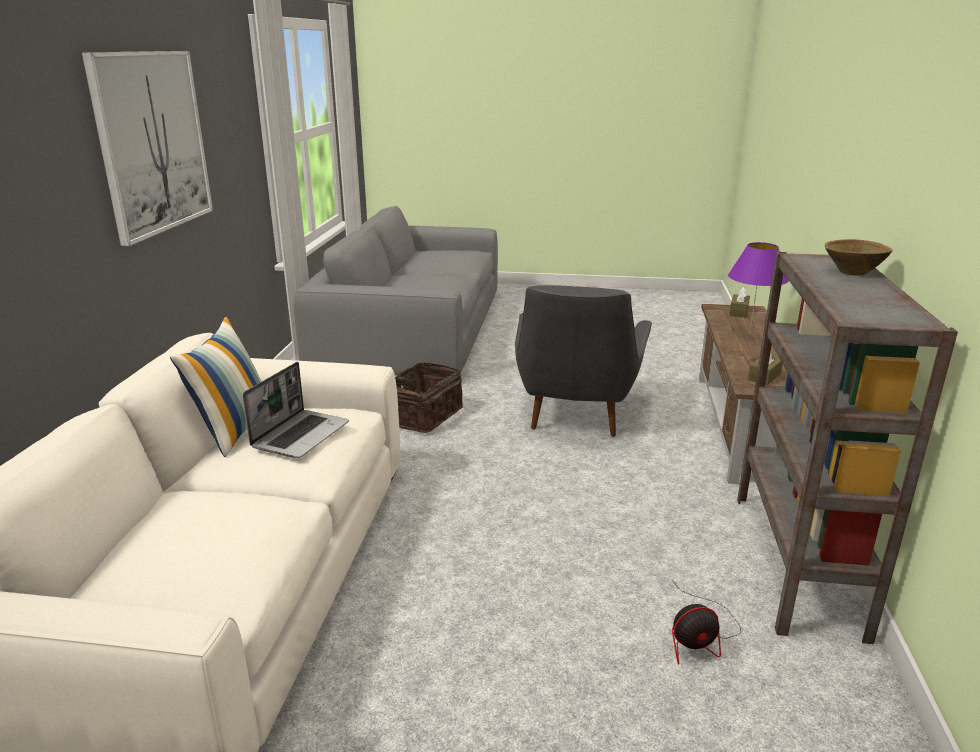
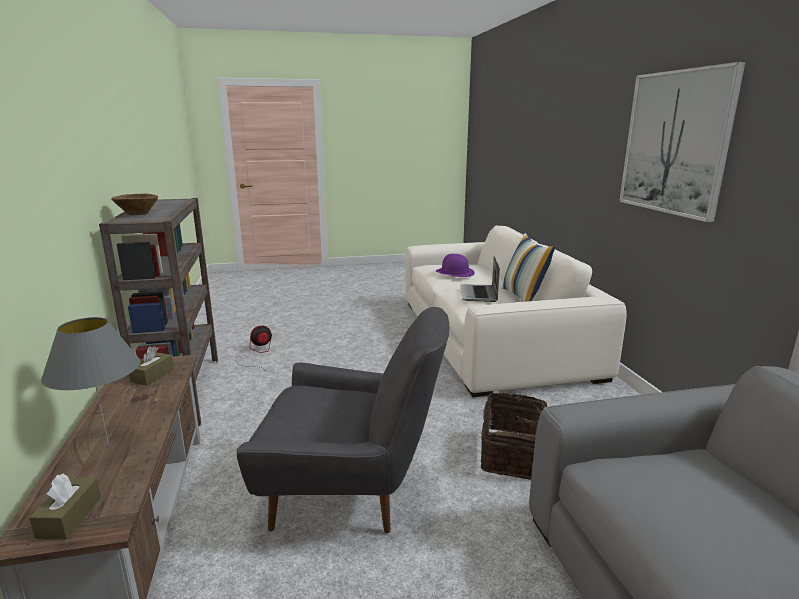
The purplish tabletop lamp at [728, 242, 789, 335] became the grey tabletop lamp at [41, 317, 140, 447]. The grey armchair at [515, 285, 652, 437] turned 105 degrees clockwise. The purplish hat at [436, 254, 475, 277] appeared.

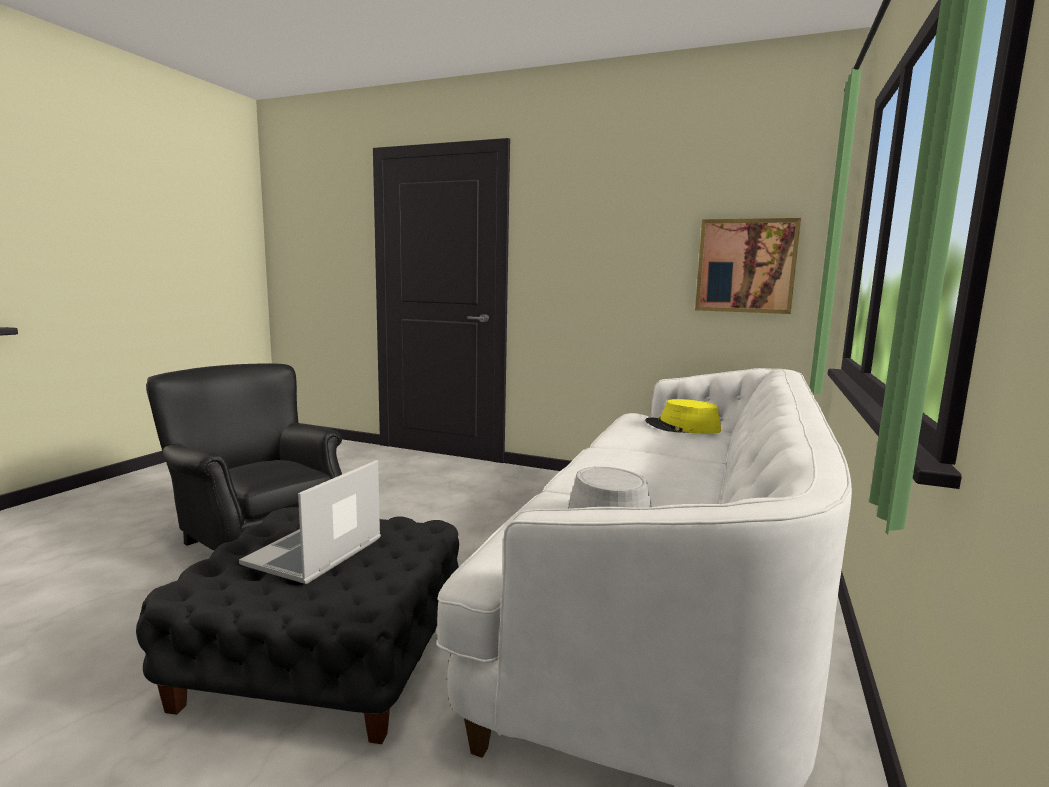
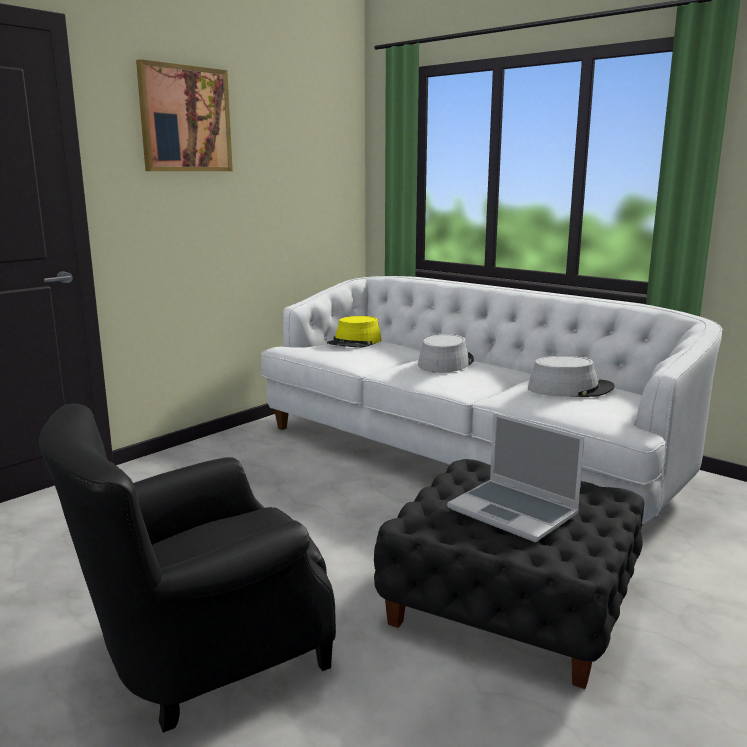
The wall picture moved from [695, 218, 801, 314] to [136, 59, 233, 171]. The grey hat at [418, 334, 474, 373] appeared.

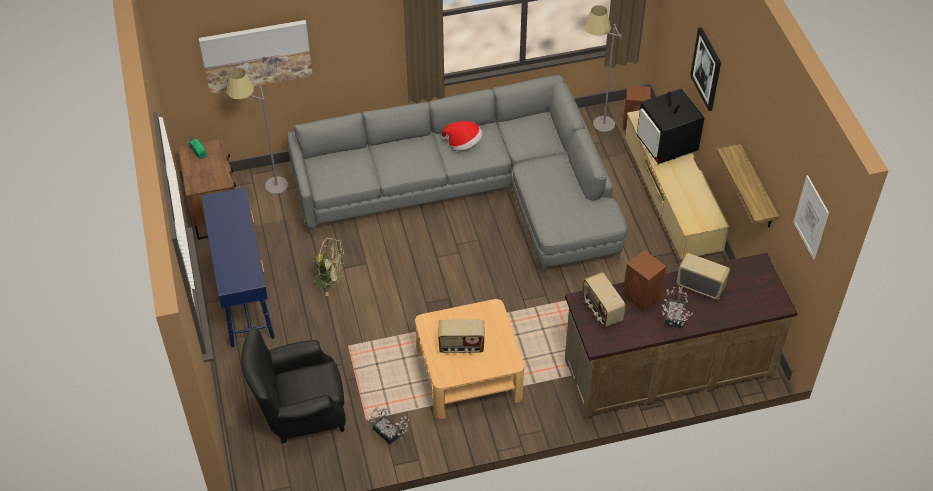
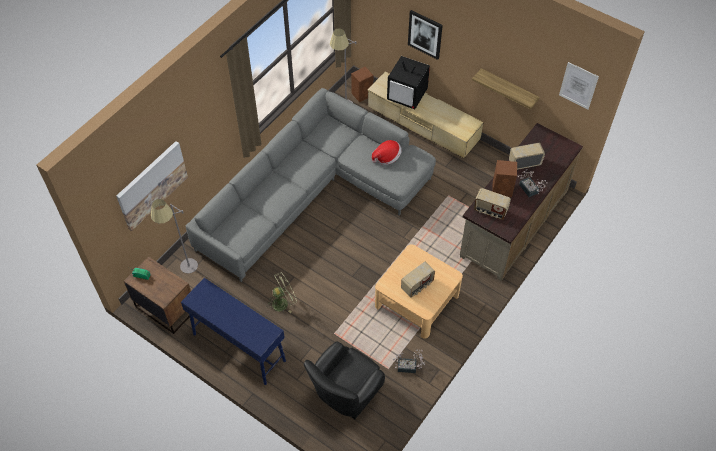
The hat moved from [442, 121, 483, 151] to [372, 140, 402, 165].

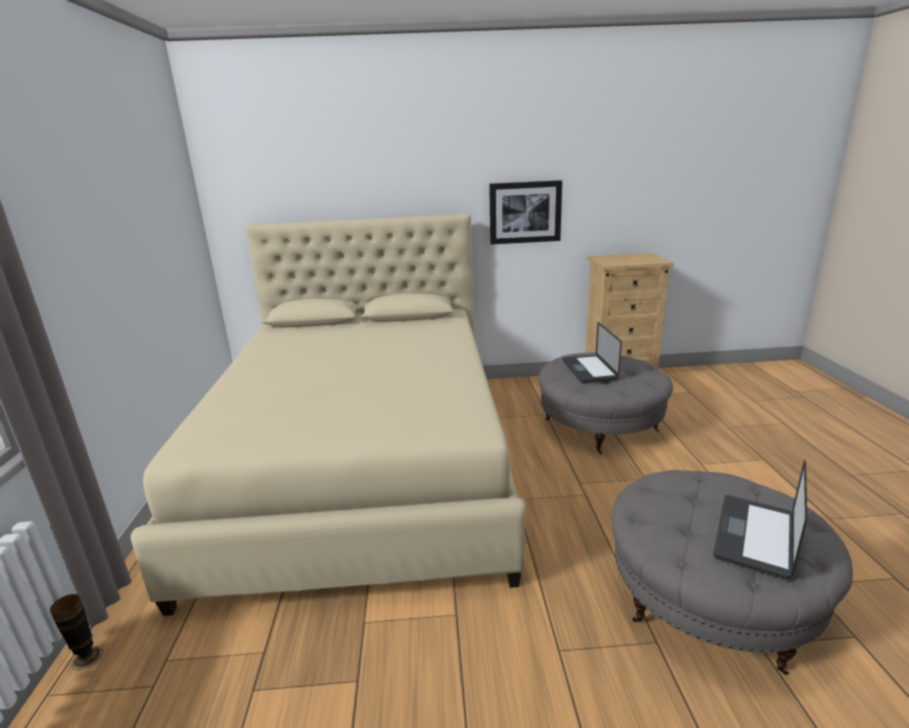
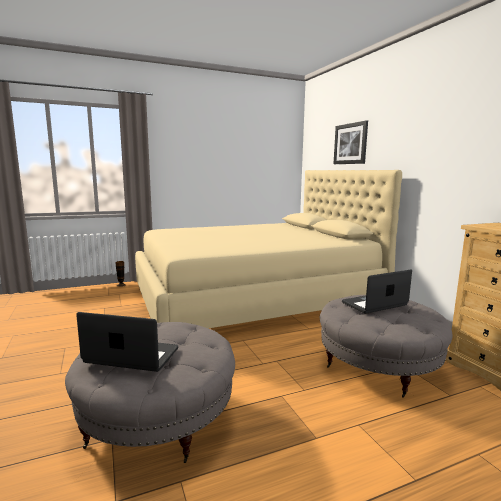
The wall picture moved from [489, 180, 562, 244] to [333, 120, 368, 164].

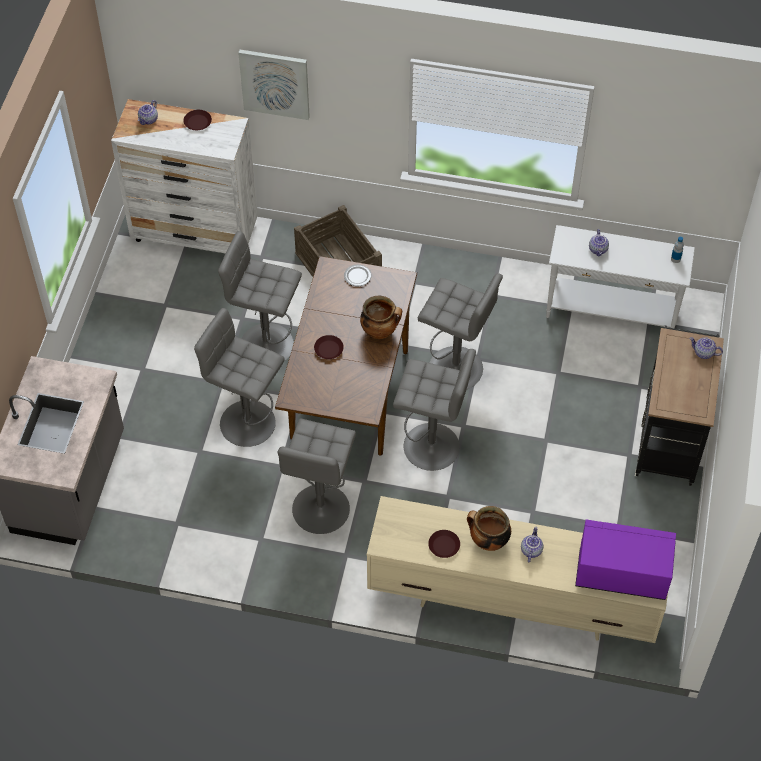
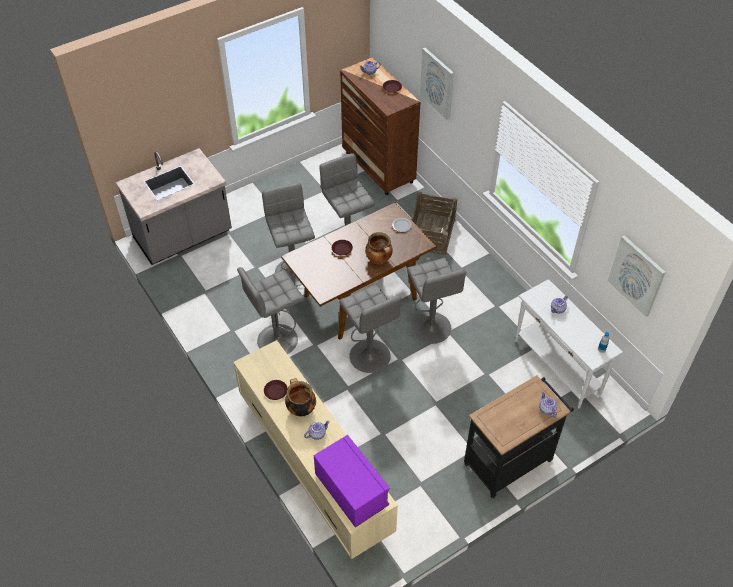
The white-coloured chest of drawers at [111, 99, 258, 253] became the brown-coloured chest of drawers at [340, 57, 420, 195]. The wall picture at [608, 235, 665, 317] appeared.

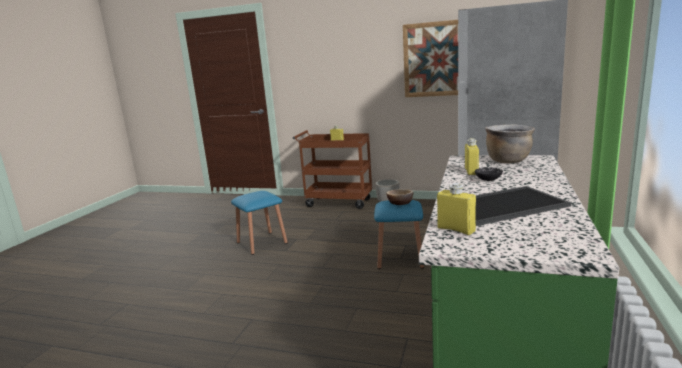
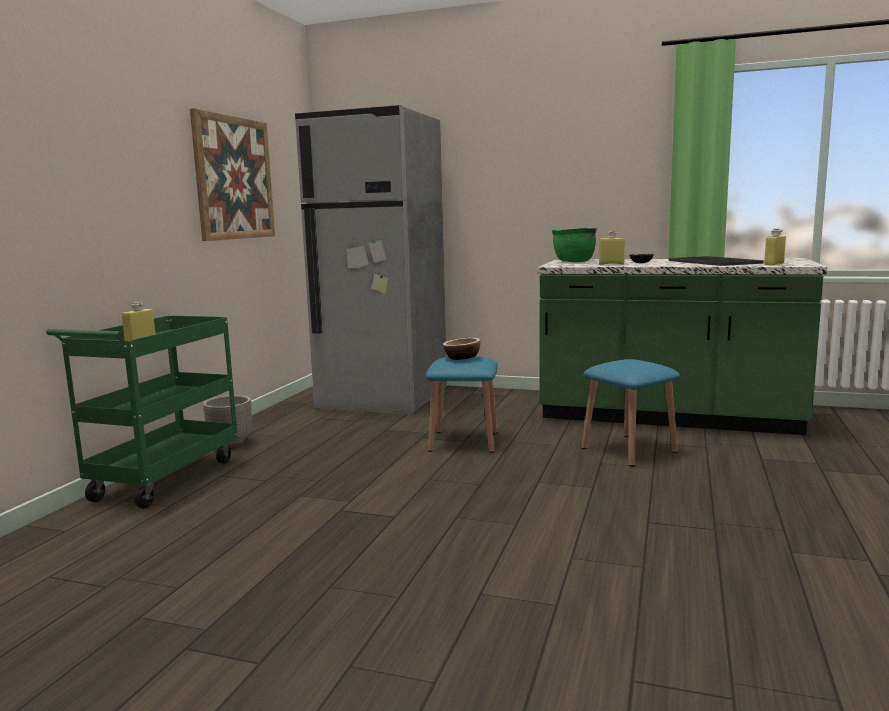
The brown-coloured trolley at [293, 130, 372, 209] became the green-coloured trolley at [46, 316, 238, 508]. The brown-coloured cooking pot at [485, 124, 535, 163] became the green-coloured cooking pot at [552, 228, 597, 262]. The blue-coloured stool seat moved from [231, 191, 288, 255] to [581, 359, 680, 467].

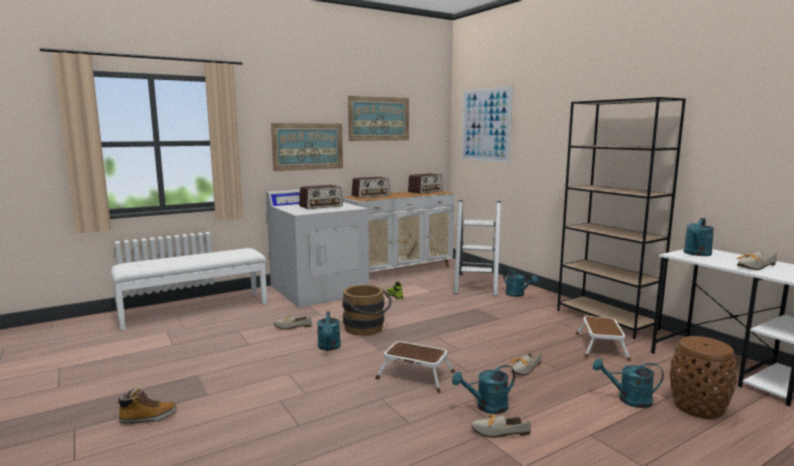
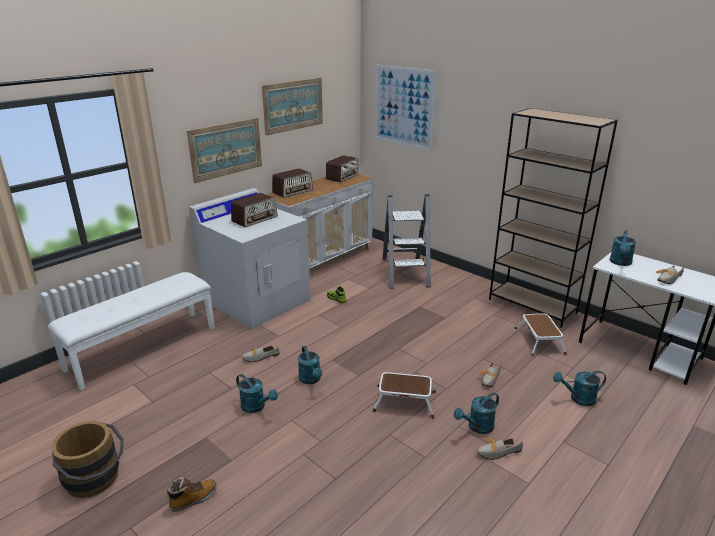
The brown-coloured water bucket moved from [342, 285, 391, 336] to [51, 421, 124, 498]. The blue-green watering pot moved from [503, 269, 538, 297] to [236, 374, 278, 413]. The brown-coloured stool seat at [670, 336, 737, 419] disappeared.

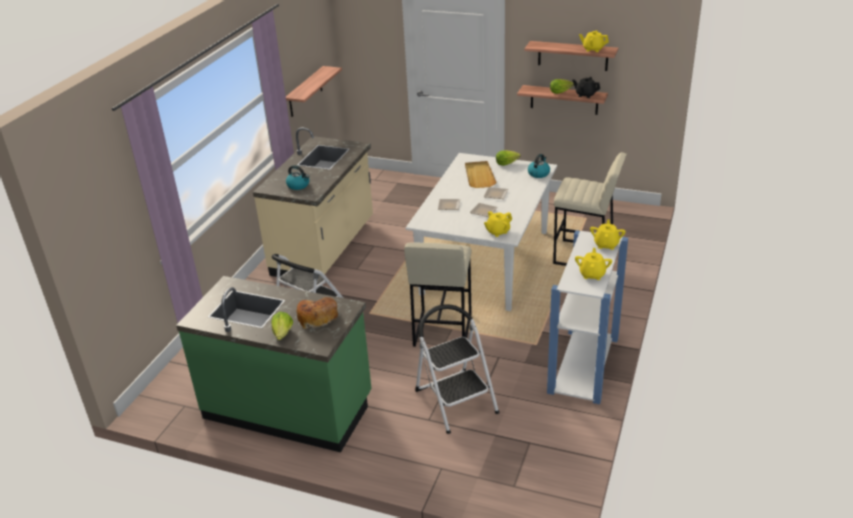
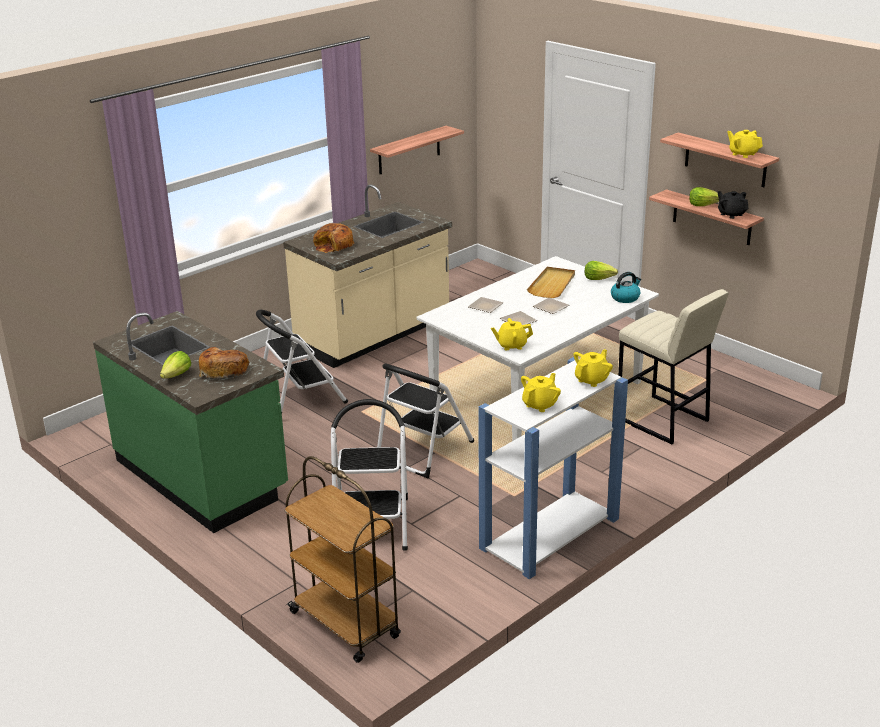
The brown-coloured trolley at [285, 456, 401, 663] appeared. The kettle at [286, 165, 309, 190] was replaced by the bakery bread at [313, 223, 354, 253]. The sand-coloured stool seat at [404, 243, 472, 347] was replaced by the step ladder at [377, 363, 474, 478].

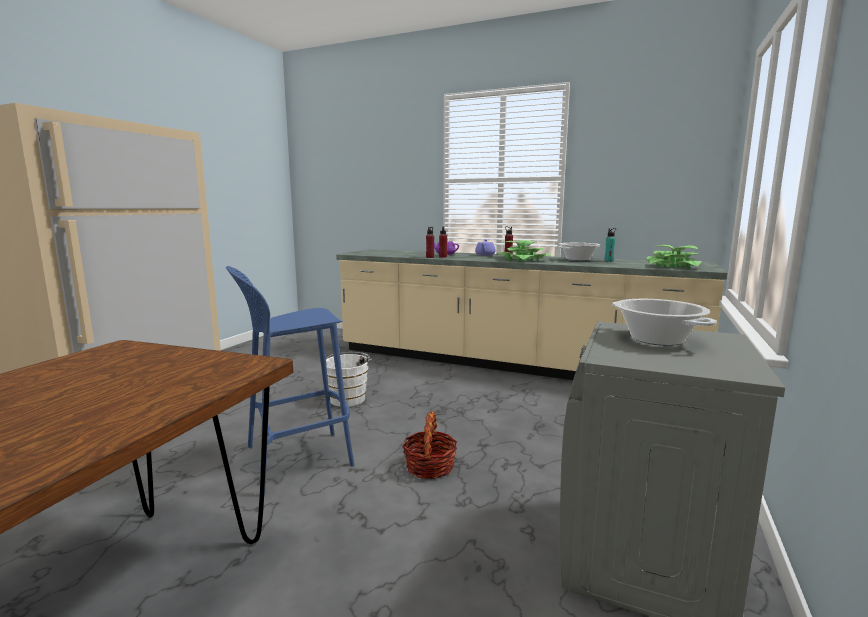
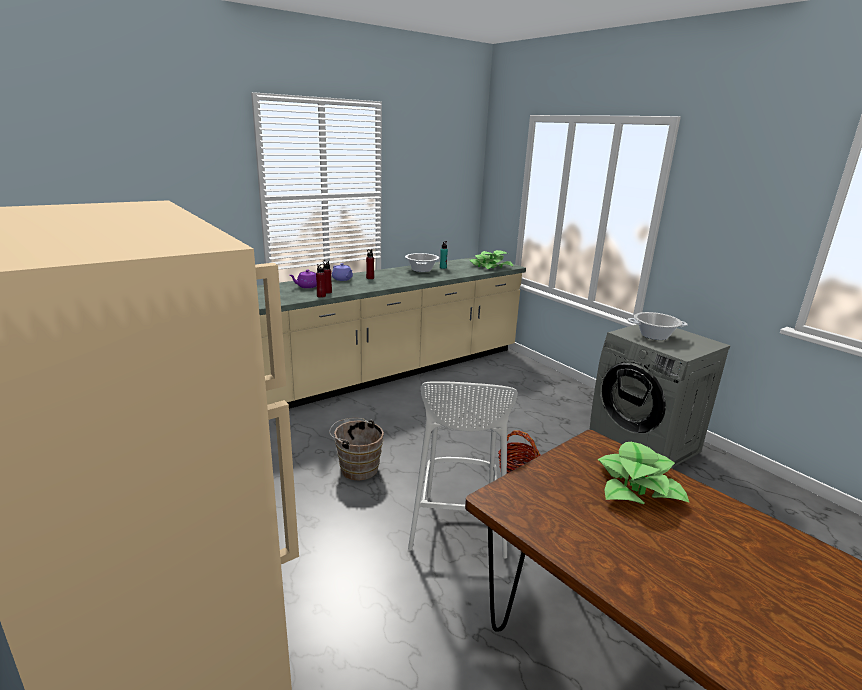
The white-coloured water bucket at [326, 352, 372, 407] became the brown-coloured water bucket at [329, 418, 384, 481]. The blue-coloured stool seat at [226, 266, 354, 495] became the white-coloured stool seat at [408, 381, 518, 559]. The houseplant moved from [495, 240, 551, 262] to [597, 442, 689, 504].

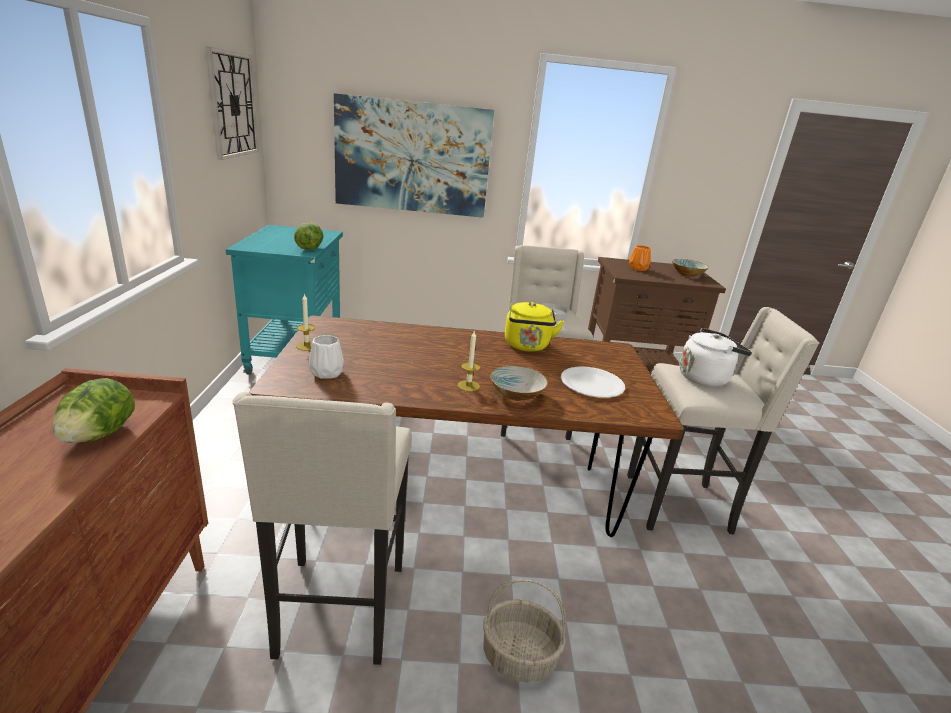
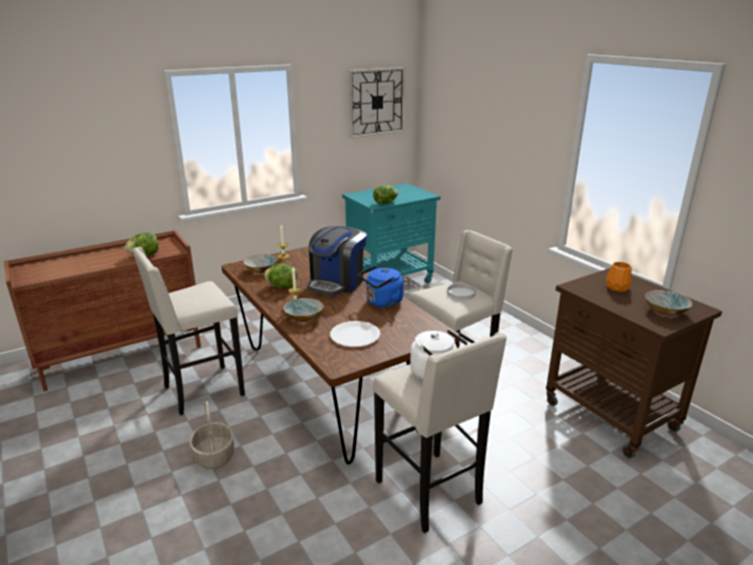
The white-coloured flower vase at [309, 335, 344, 379] was replaced by the deep dish at [243, 254, 277, 273]. The lettuce at [264, 264, 297, 288] appeared. The coffee brewer at [308, 226, 367, 296] appeared. The yellow-coloured kettle at [505, 302, 564, 351] became the blue-coloured kettle at [359, 266, 403, 308]. The wall picture at [334, 93, 494, 218] disappeared.

